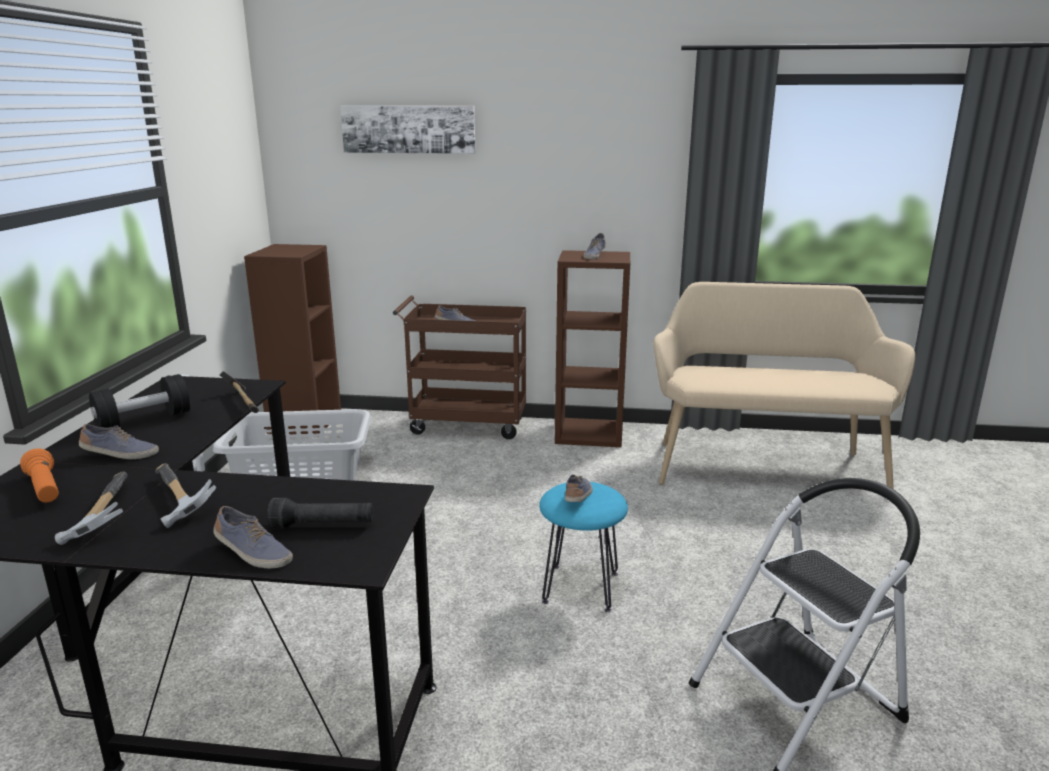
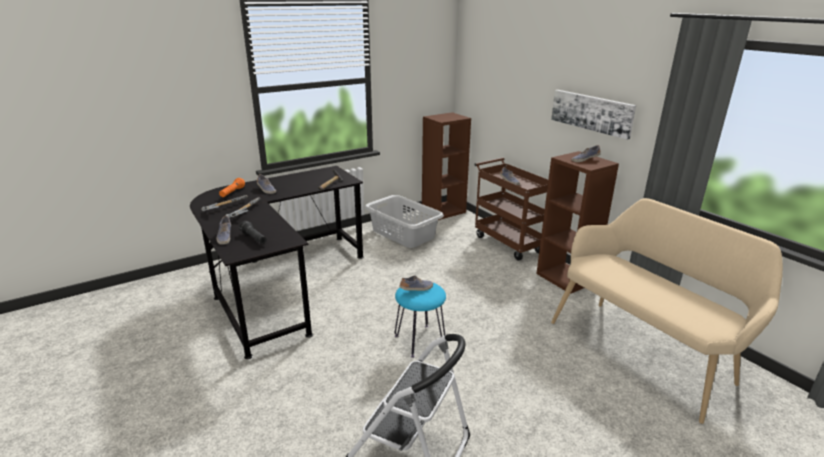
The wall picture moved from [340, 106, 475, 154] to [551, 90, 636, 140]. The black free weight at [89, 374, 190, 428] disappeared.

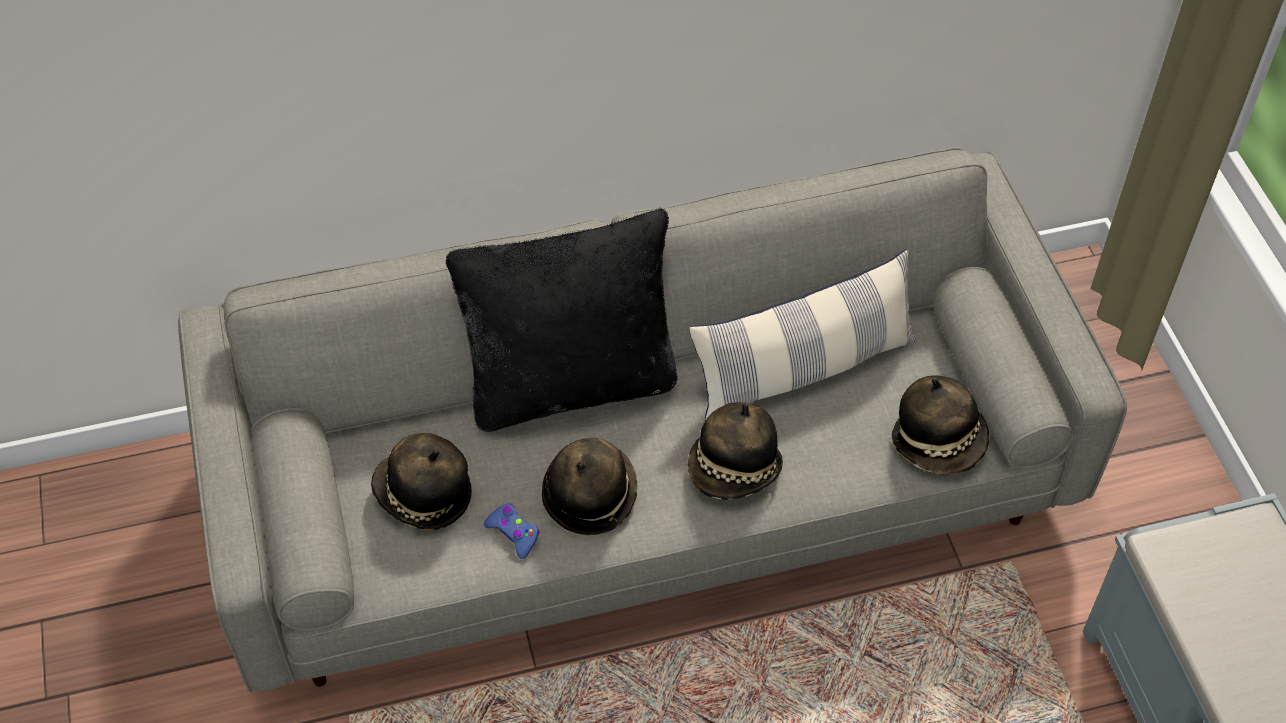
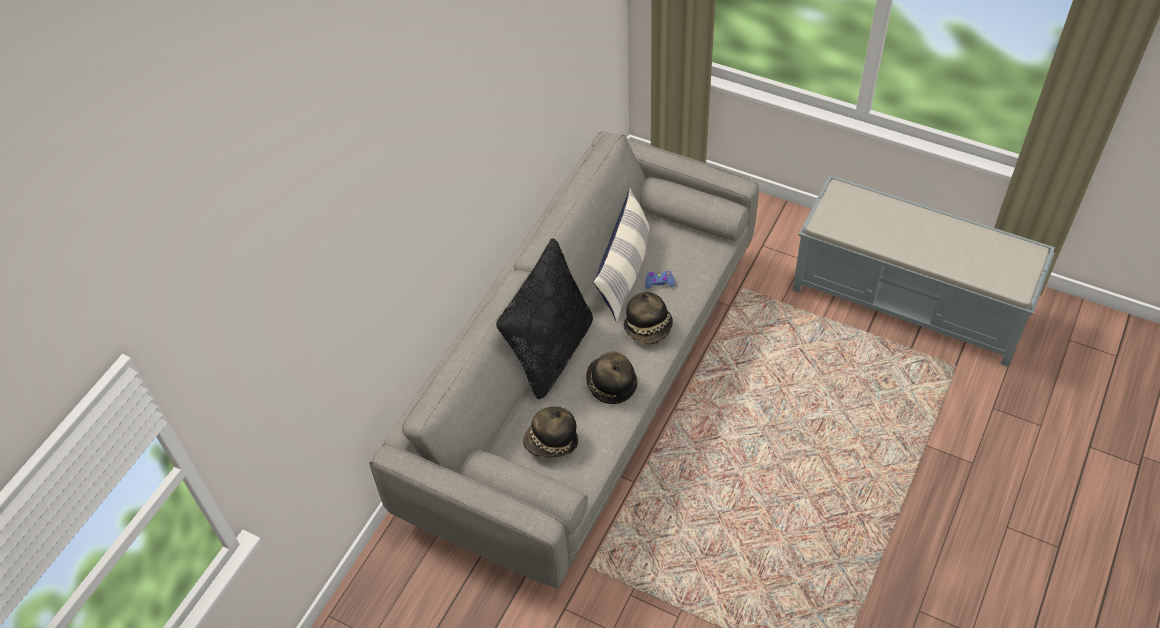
The blue-coloured joypad moved from [484, 503, 539, 559] to [645, 271, 675, 289]. The hat at [892, 375, 989, 474] disappeared.

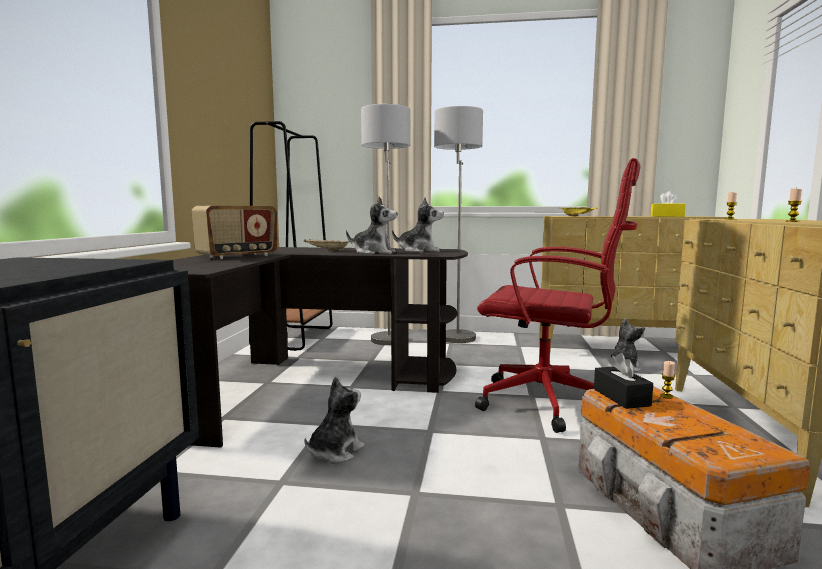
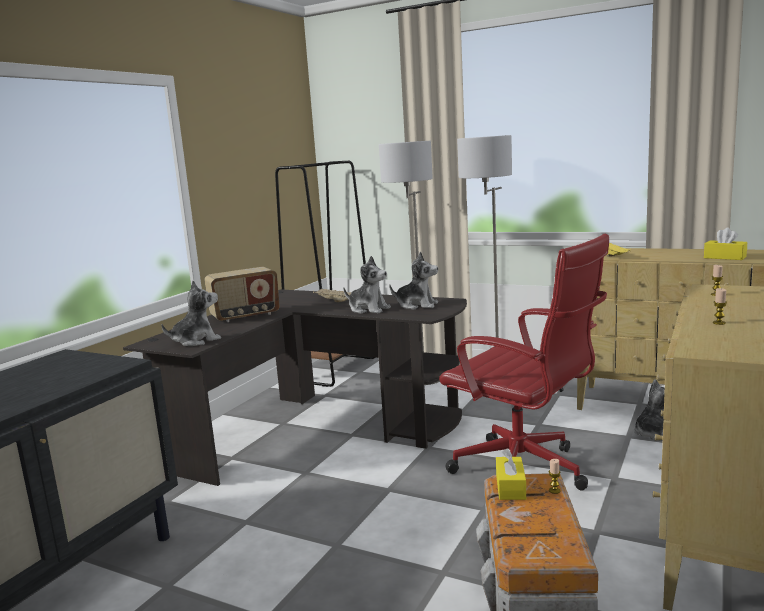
The cuddly toy moved from [304, 377, 365, 463] to [161, 281, 221, 346]. The black tissue holder at [594, 353, 653, 409] became the yellow-coloured tissue holder at [496, 449, 526, 500].

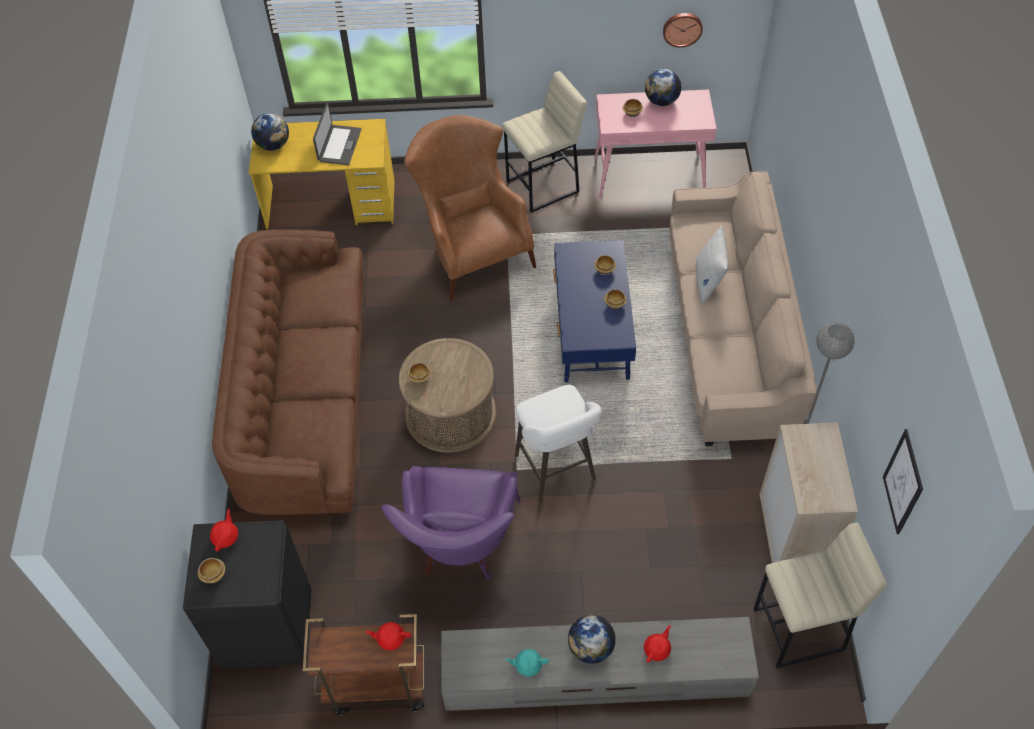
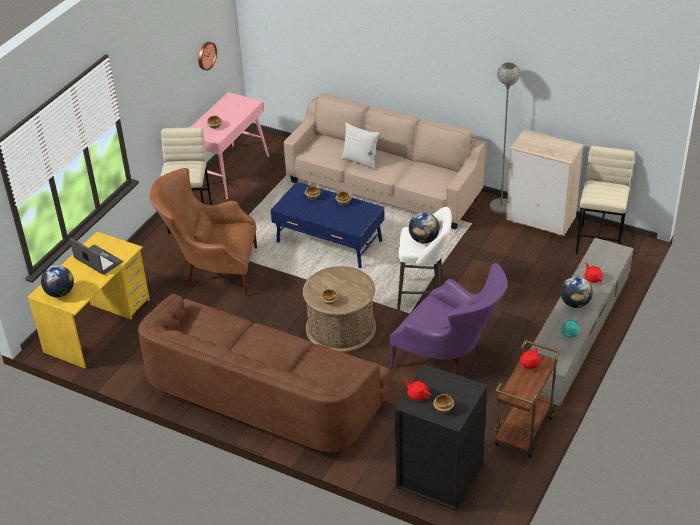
The world globe moved from [645, 69, 681, 106] to [409, 212, 440, 243]. The wall picture at [883, 429, 923, 534] disappeared.

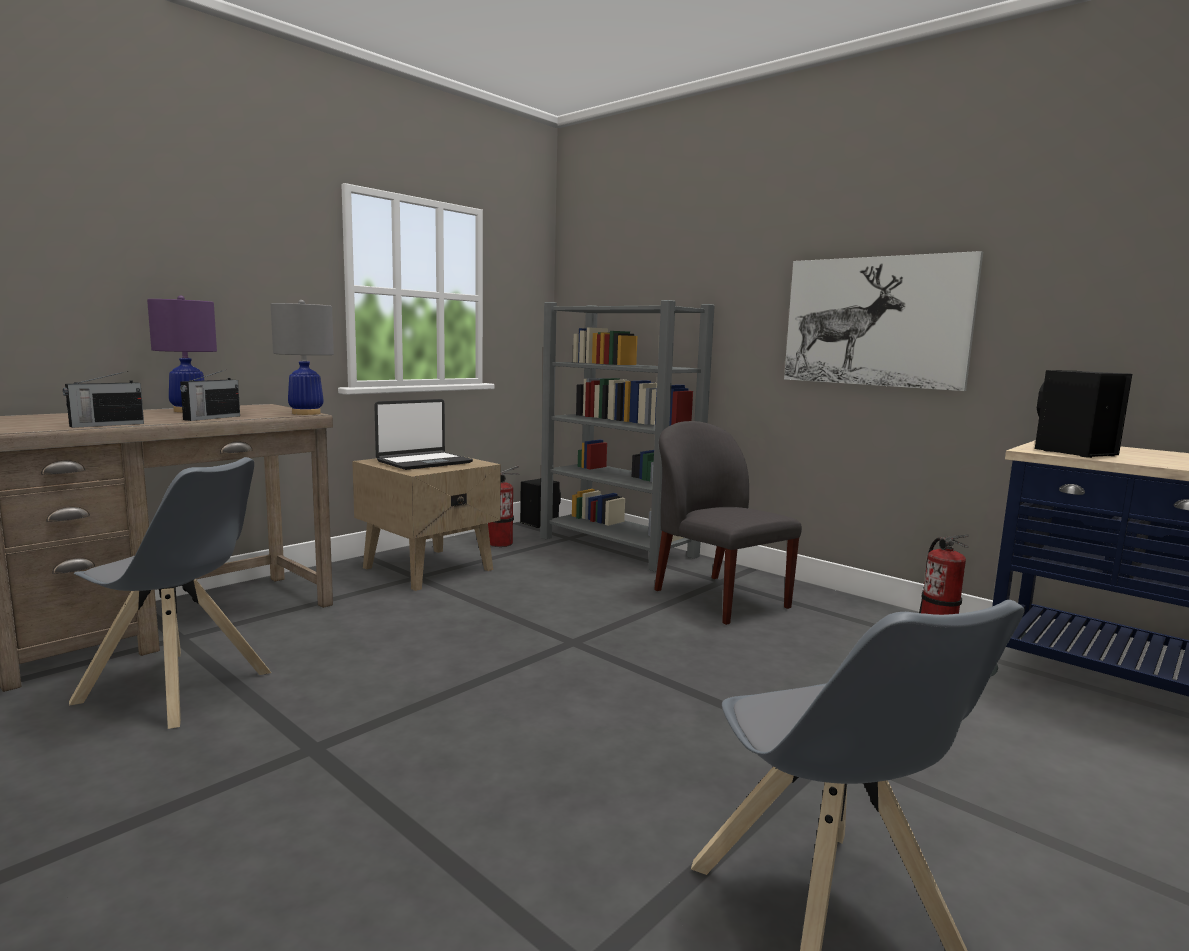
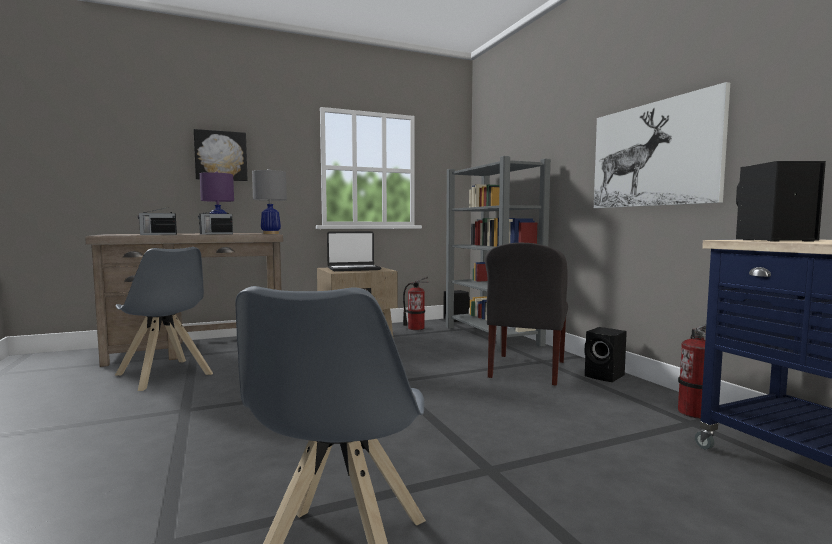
The wall picture at [194, 129, 248, 181] appeared. The grey plain chair at [654, 421, 802, 625] turned 150 degrees counterclockwise. The black speaker at [584, 327, 627, 382] appeared.

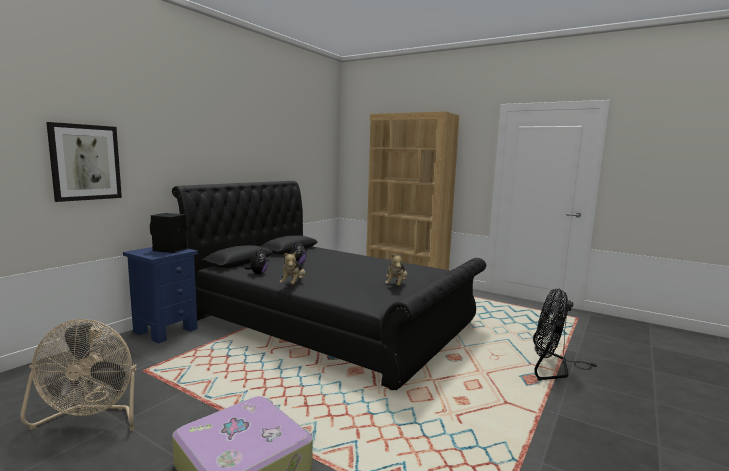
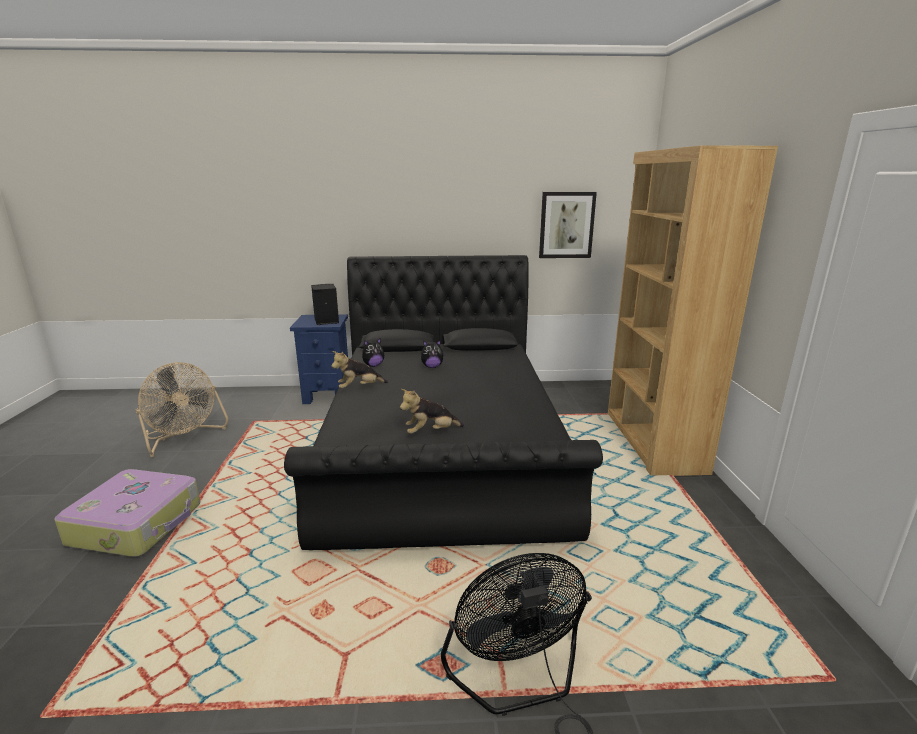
The sand-coloured cooling fan at [20, 319, 137, 431] turned 105 degrees counterclockwise. The wall picture moved from [46, 122, 122, 202] to [539, 192, 597, 258].

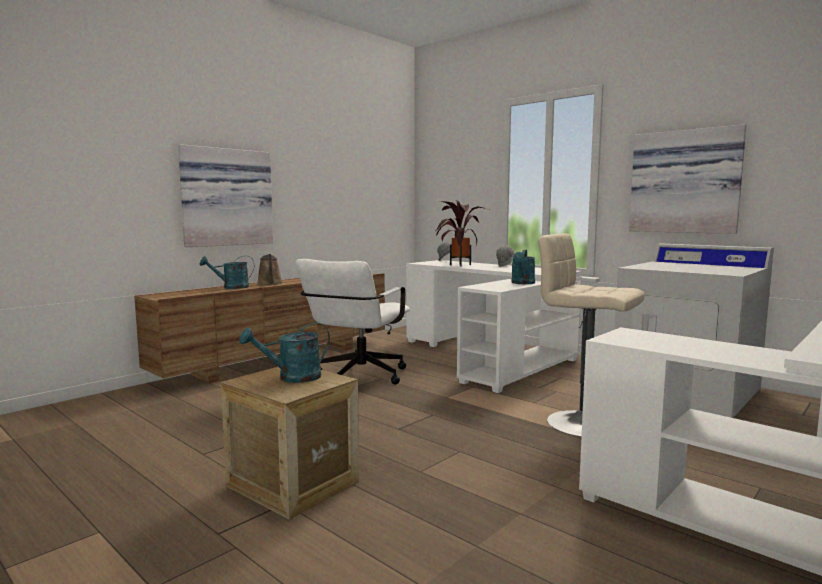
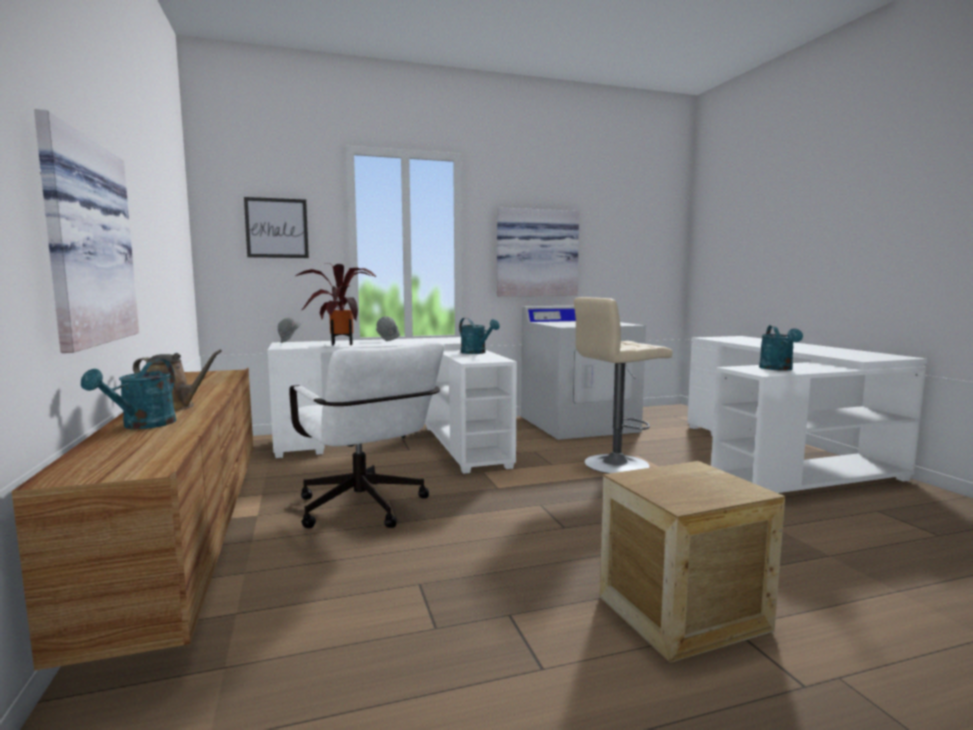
The wall picture at [244, 197, 309, 258] appeared. The blue-green watering pot moved from [239, 322, 330, 383] to [759, 325, 803, 371].

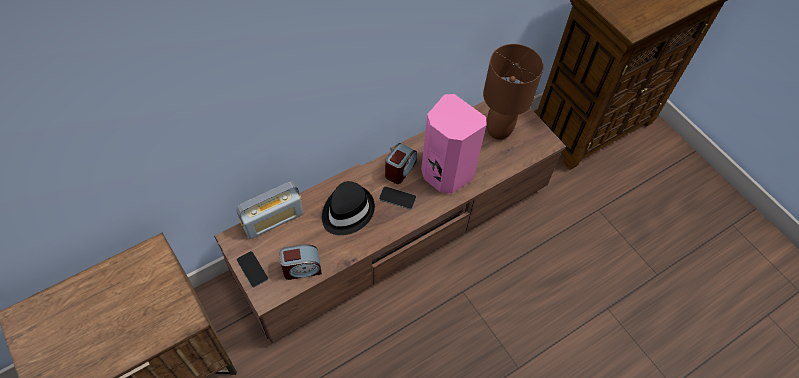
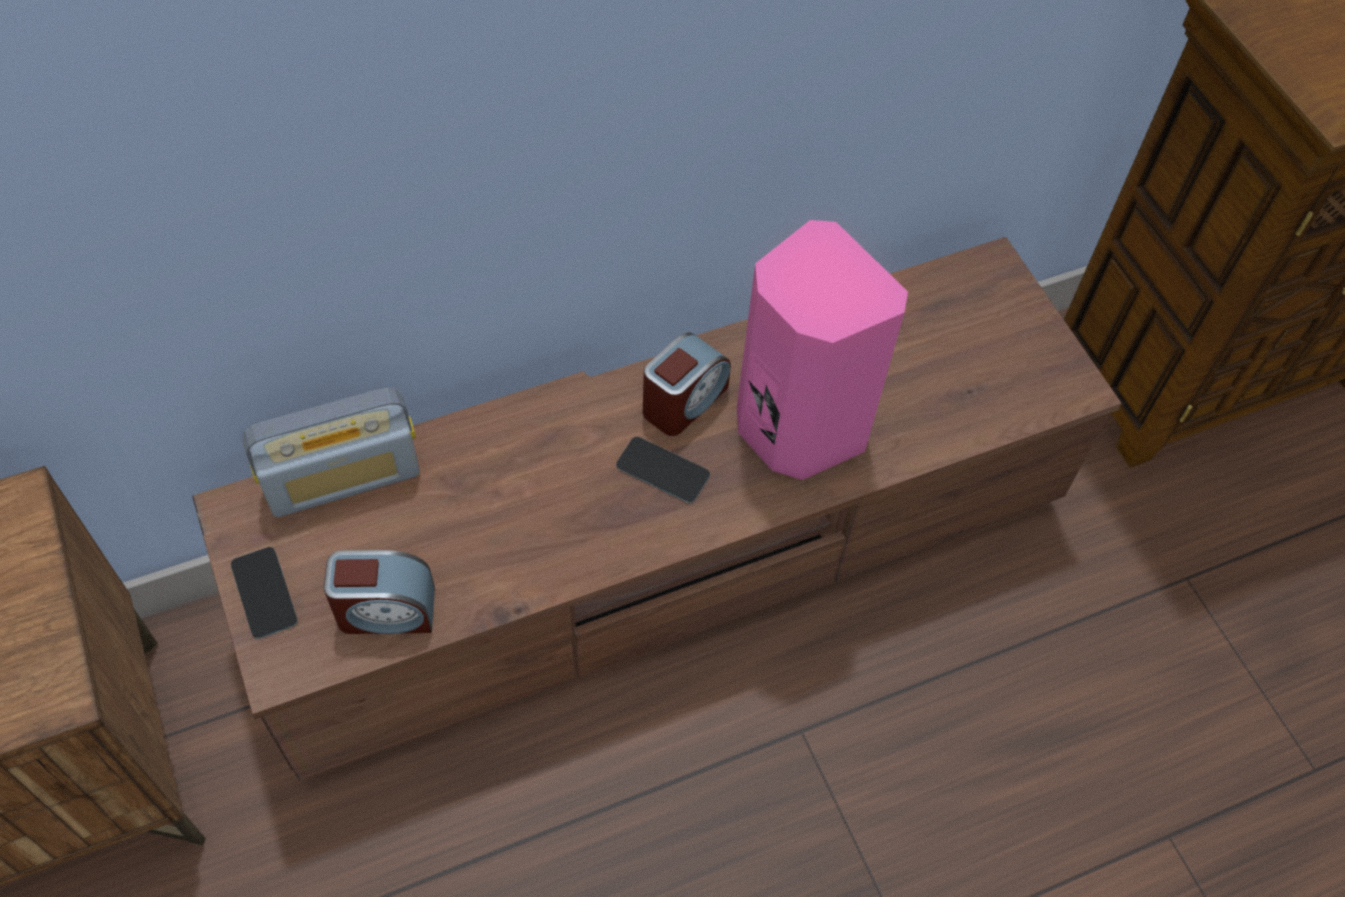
The black hat at [322, 181, 375, 235] disappeared. The brown-coloured tabletop lamp at [483, 44, 544, 140] disappeared.

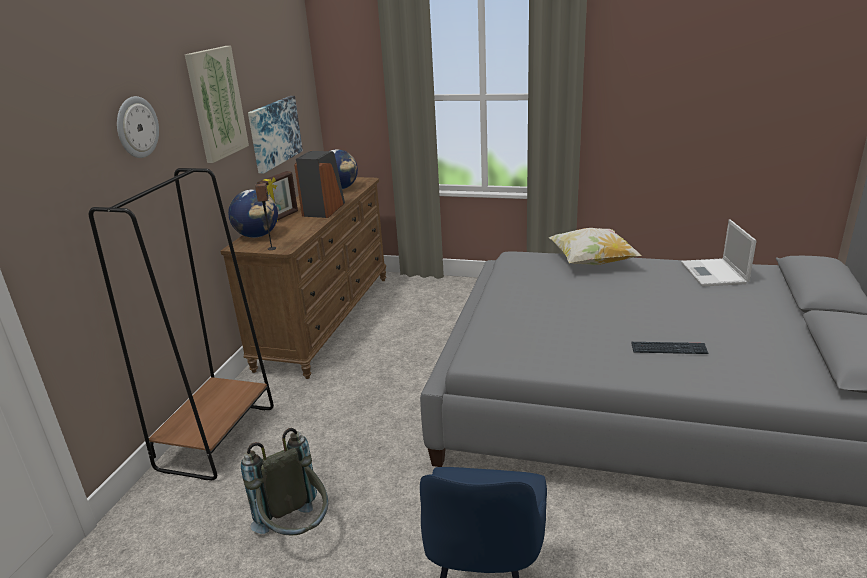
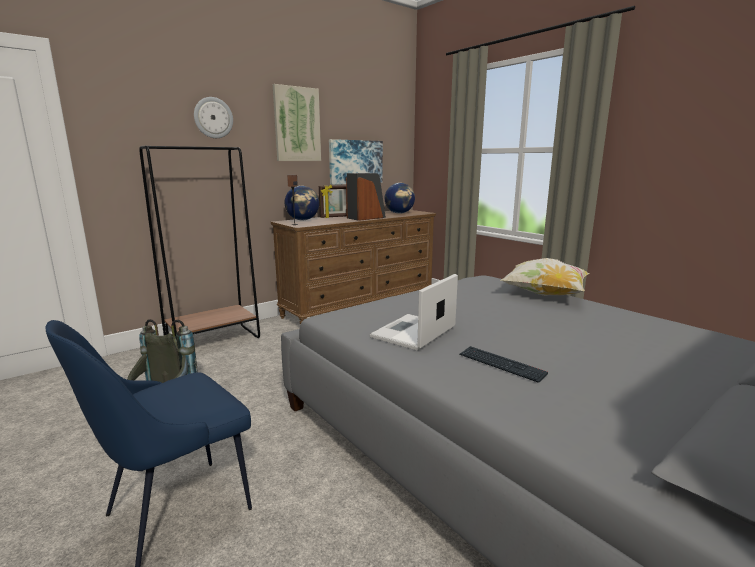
The laptop moved from [681, 219, 757, 287] to [370, 274, 458, 351].

